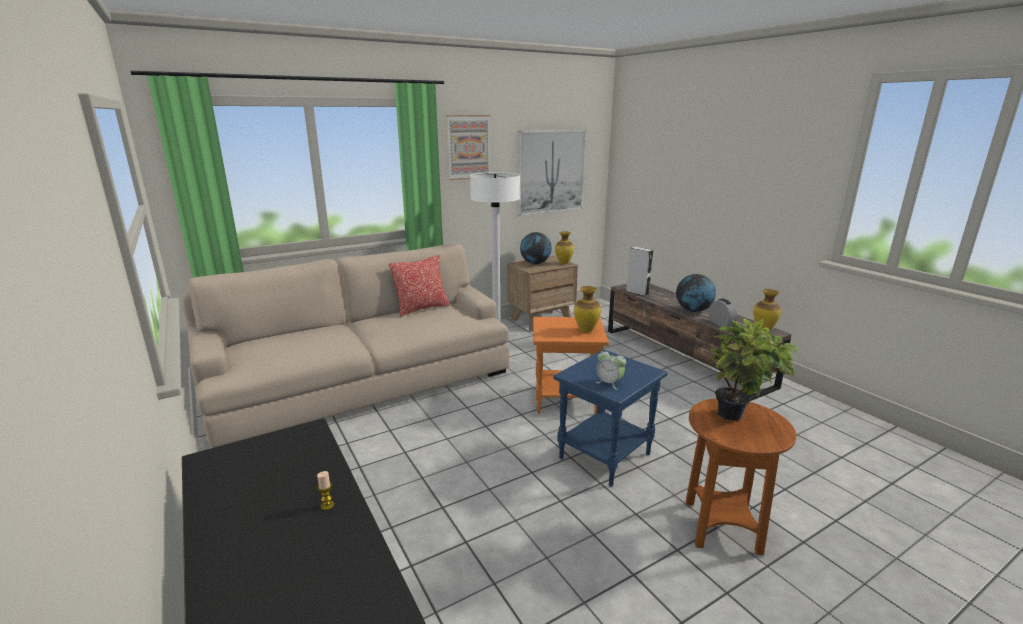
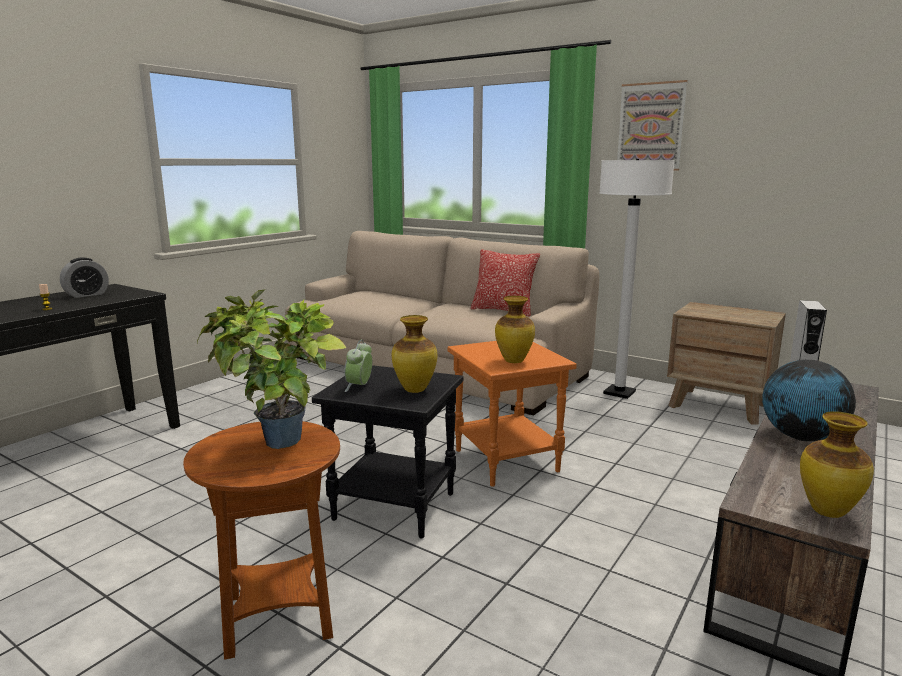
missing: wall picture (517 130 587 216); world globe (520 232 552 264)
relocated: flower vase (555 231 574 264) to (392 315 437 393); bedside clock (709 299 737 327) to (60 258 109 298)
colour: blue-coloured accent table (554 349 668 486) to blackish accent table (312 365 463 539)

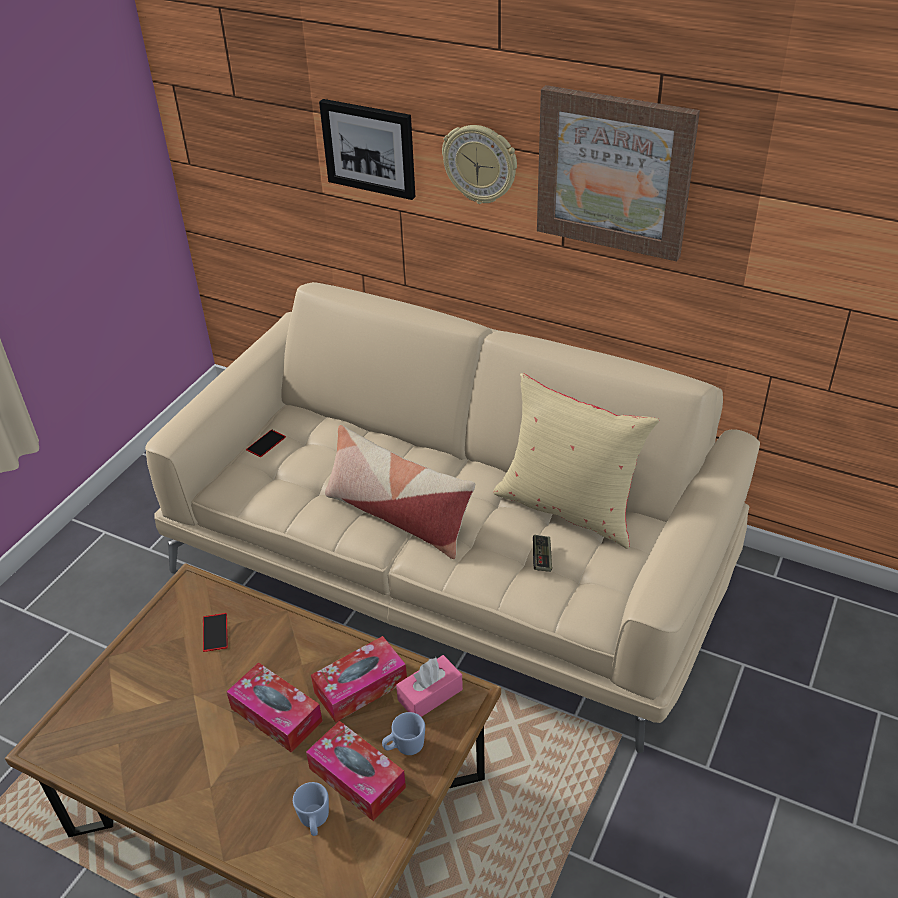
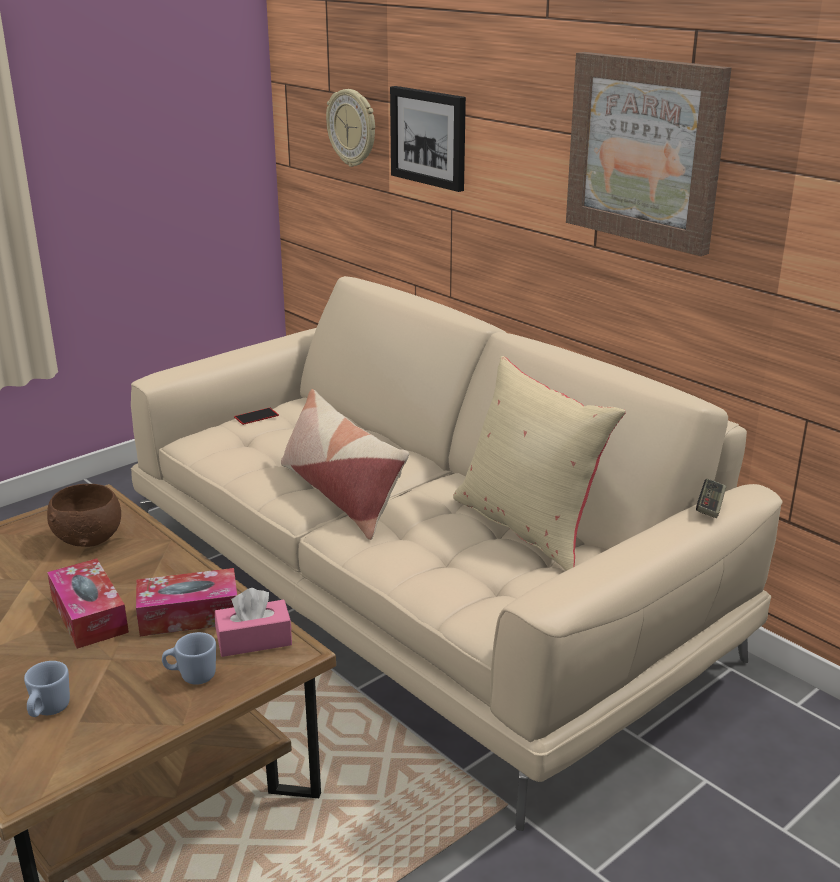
missing: box of tissues (306 721 406 821)
relocated: wall clock (442 125 517 204) to (326 89 375 167); joypad (533 535 552 572) to (696 479 726 518)
exchanged: phone (203 613 228 652) to brown bowl (47 484 121 547)

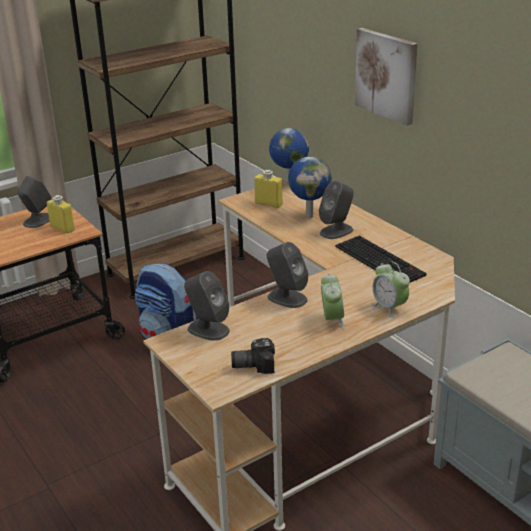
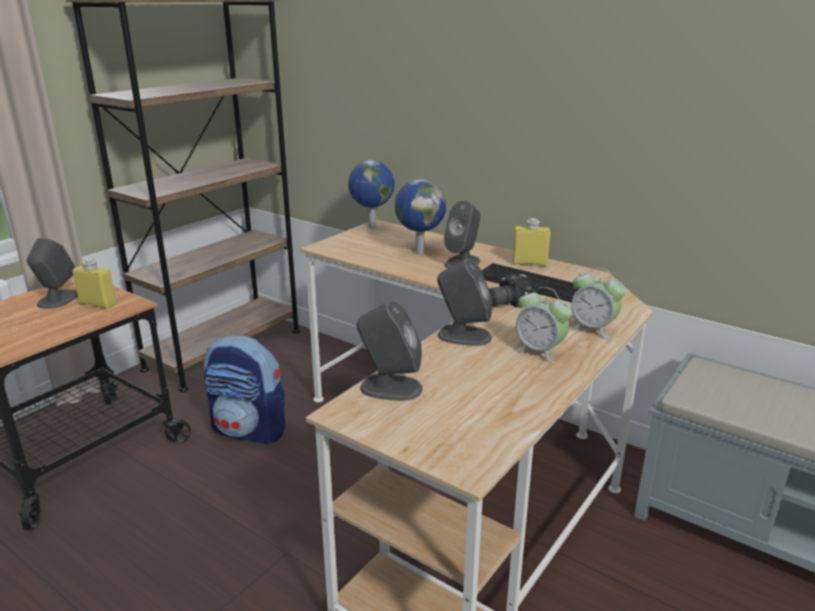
missing: wall picture (355 28 418 126)
relocated: photo camera (231 338 275 374) to (489 274 535 308); yellowish beverage bottle (254 170 283 208) to (513 218 550 267)
spun: bedside clock (321 273 345 330) = (513 287 572 364) 150 degrees clockwise

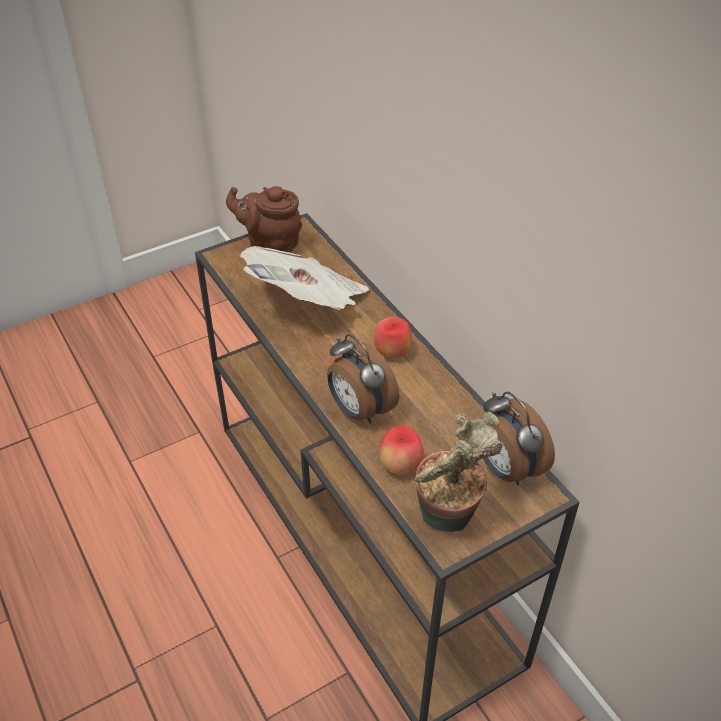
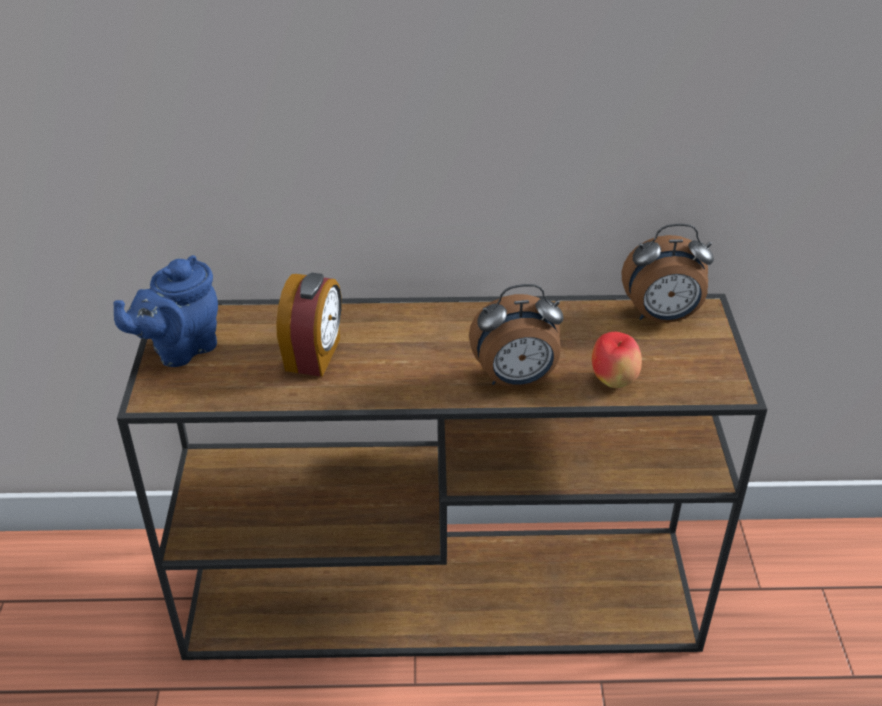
missing: apple (374 317 412 358); houseplant (414 412 502 532)
exchanged: printed paper (240 246 369 310) to bedside clock (276 273 342 377)
colour: brown pot for tea (226 186 302 253) to blue-coloured pot for tea (113 255 218 367)

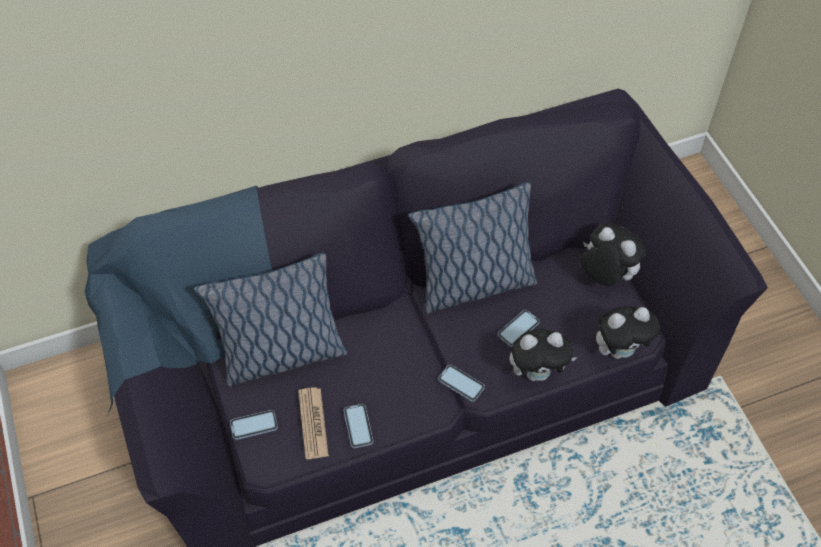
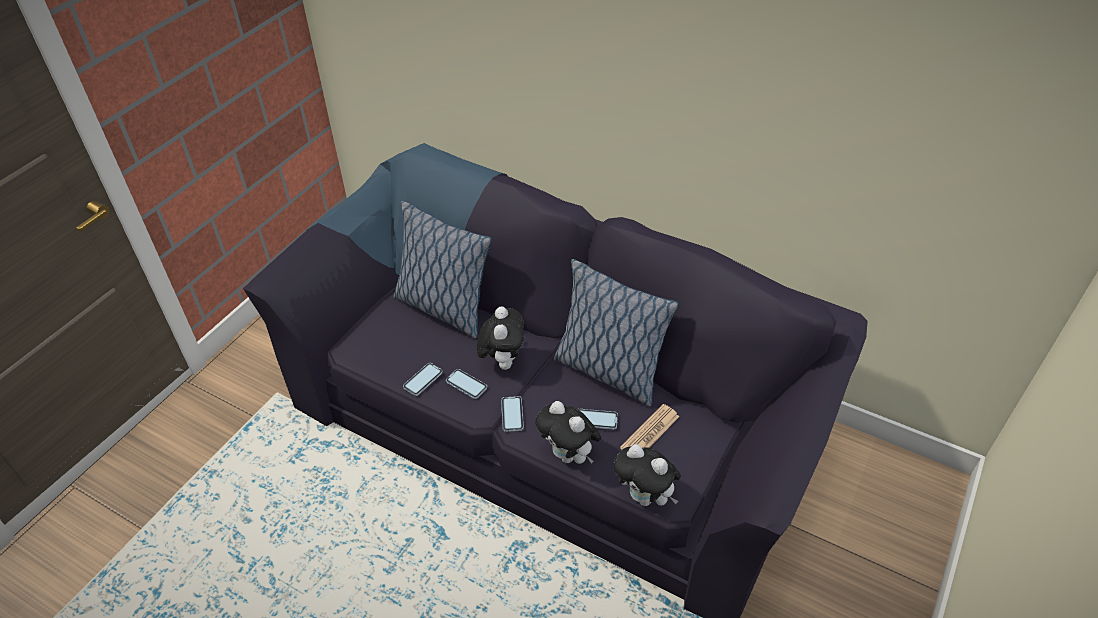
relocated: phone (230 410 278 440) to (446 369 487 399); printed paper (298 387 329 459) to (620 404 680 450); soft toy (580 223 647 286) to (477 306 524 370)

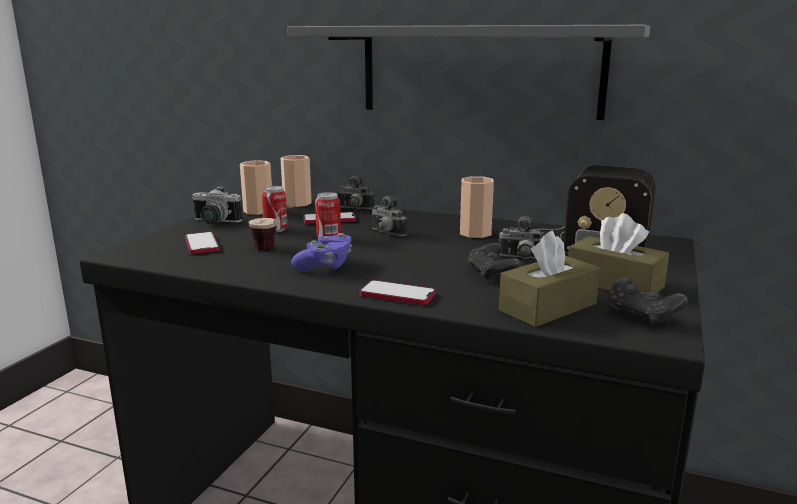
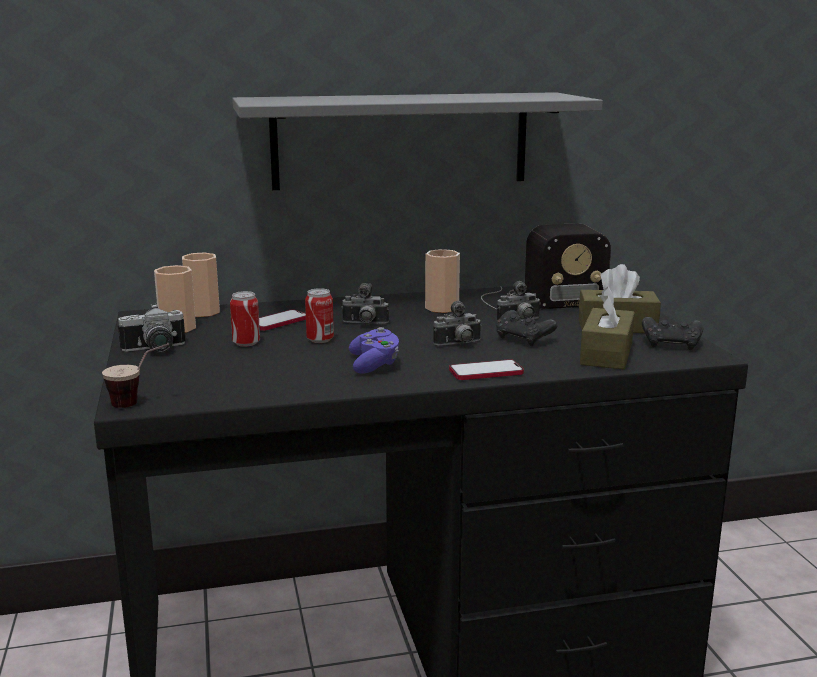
missing: phone (185 232 220 254)
relocated: cup (249 206 295 250) to (102 343 169 408); photo camera (337 175 374 210) to (433 301 482 346)

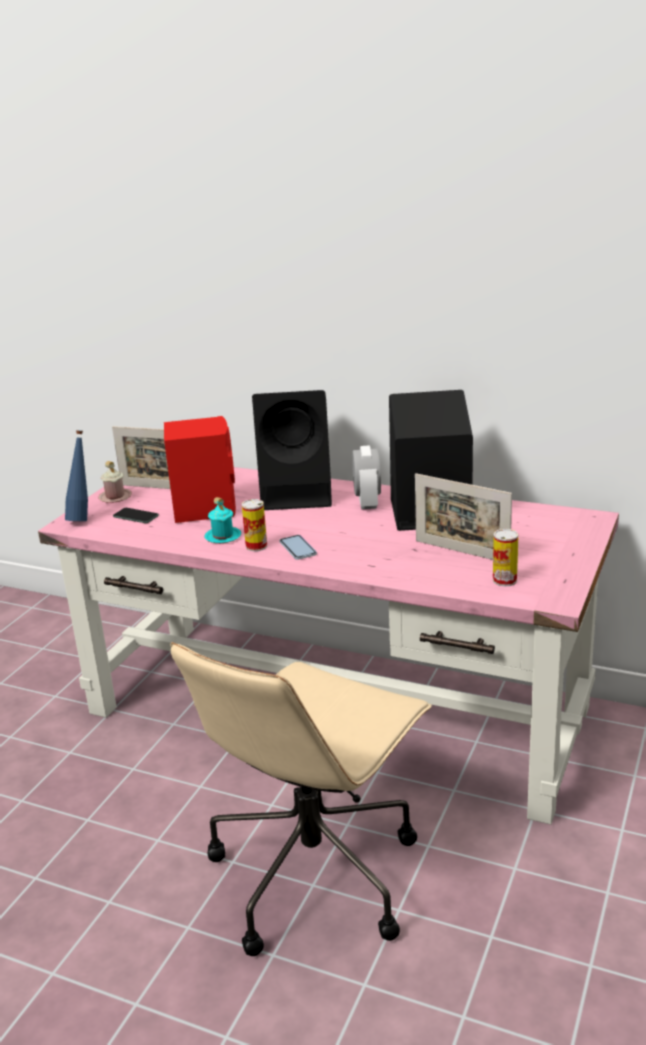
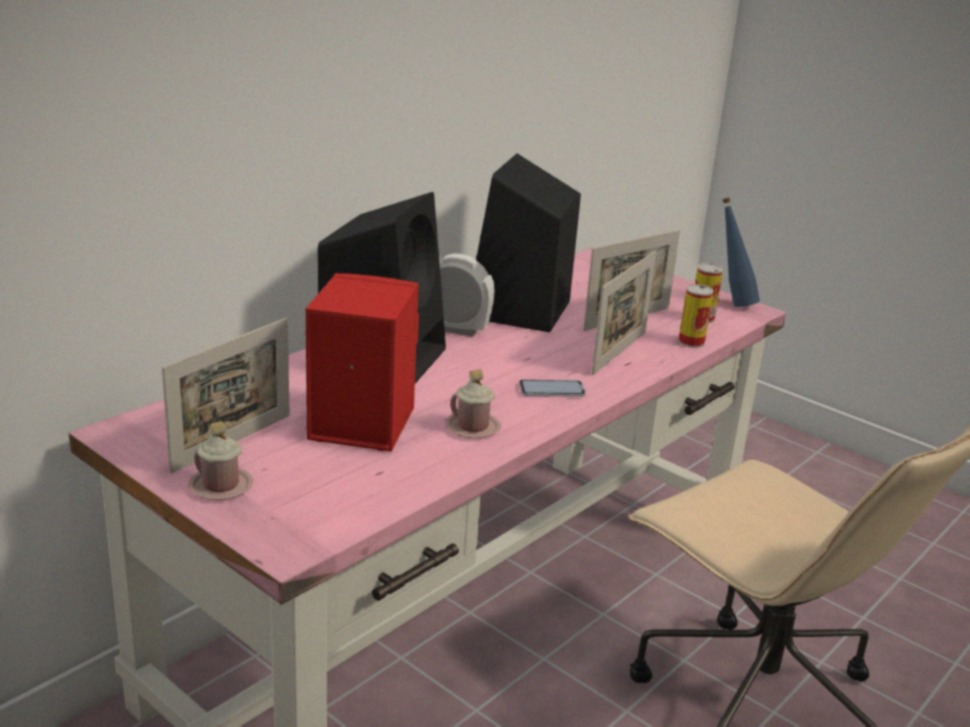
missing: phone (113 508 159 523)
appeared: picture frame (592 251 657 375)
relocated: blue-coloured beverage bottle (65 430 88 521) to (722 197 760 307); sealed can (242 499 267 551) to (678 284 714 348)
colour: blue-green coffee mug (204 497 241 543) to pinkish coffee mug (445 369 501 438)

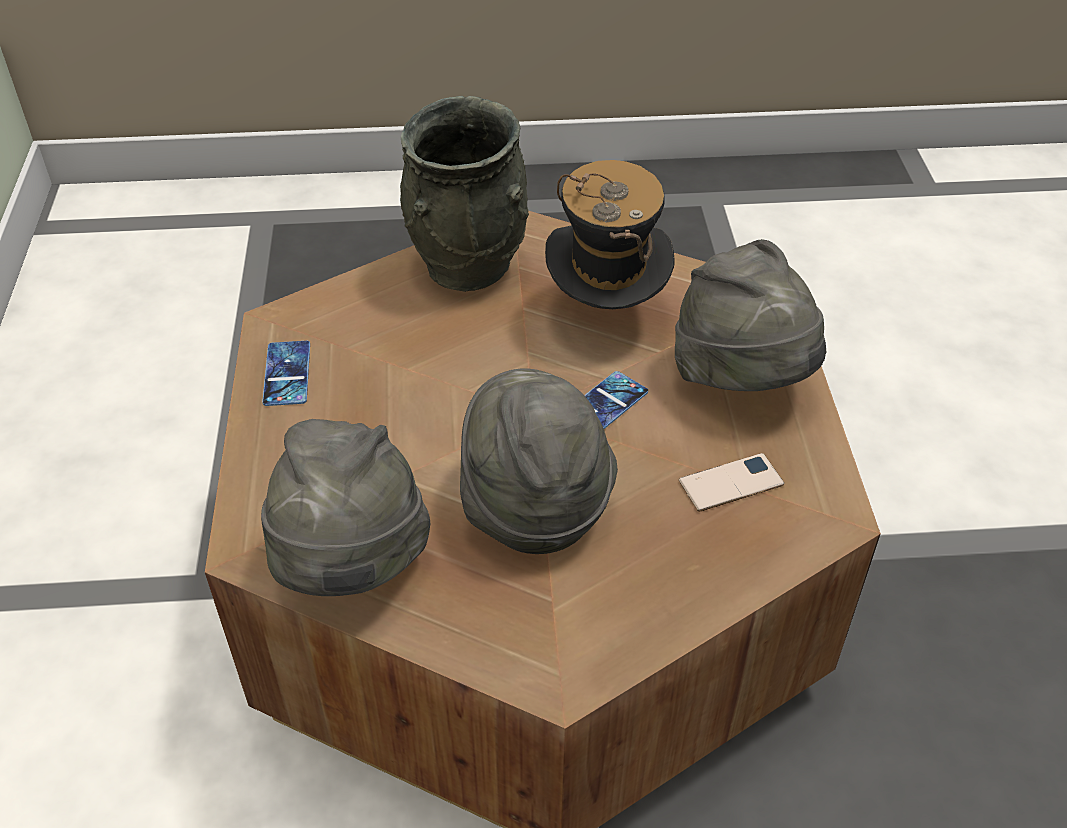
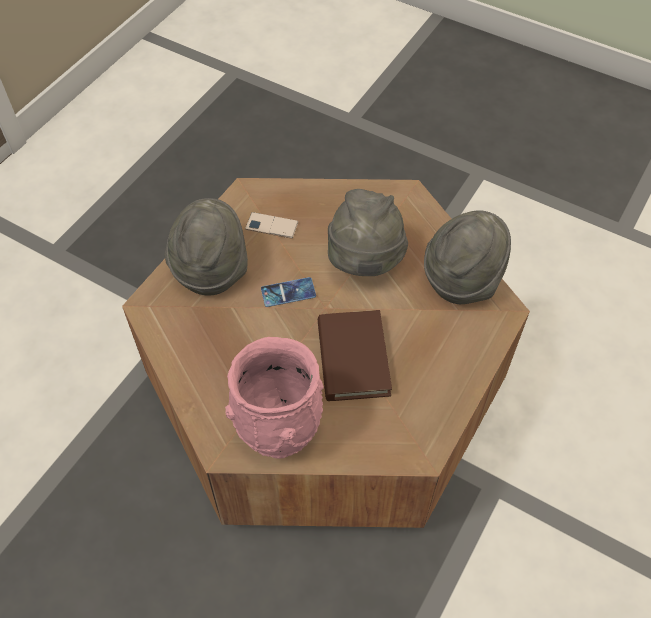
missing: phone (262 341 310 406); hat (545 160 675 309)
appeared: brown book (318 310 392 401)
colour: gray flower vase (400 96 529 292) to pinkish flower vase (225 337 324 459)

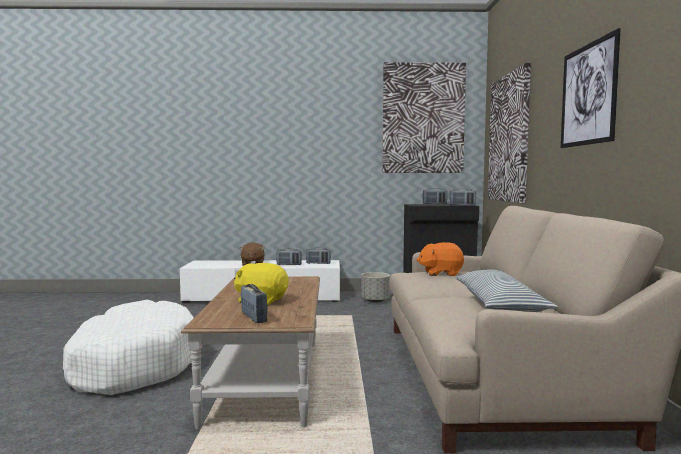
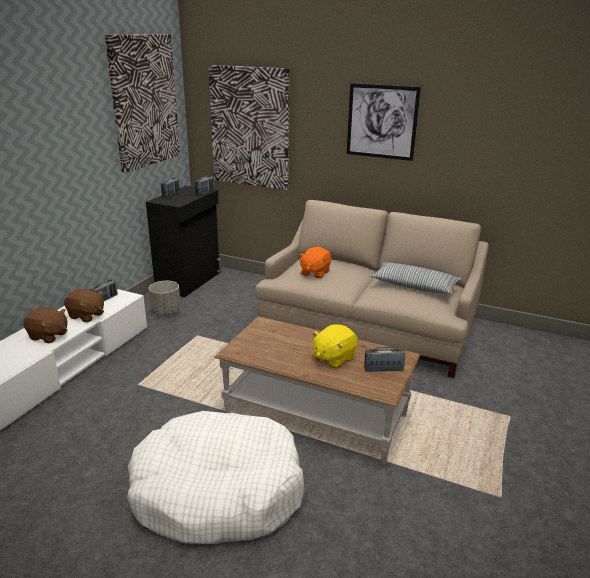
exchanged: radio (276 249 302 265) to brown soft toy (64 289 104 322)

